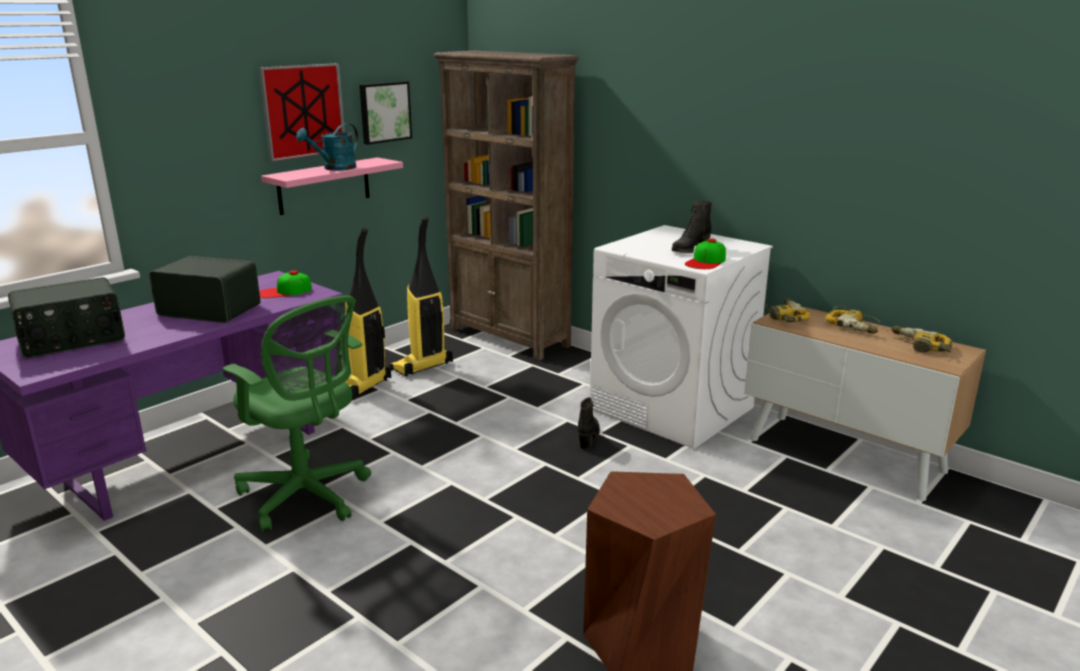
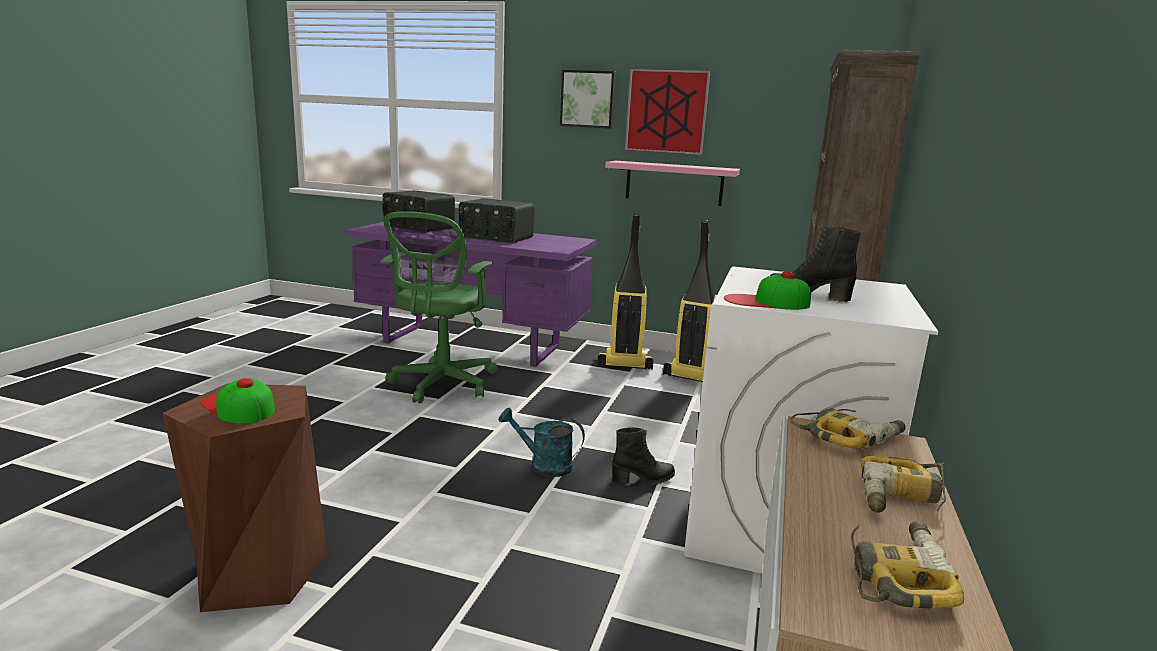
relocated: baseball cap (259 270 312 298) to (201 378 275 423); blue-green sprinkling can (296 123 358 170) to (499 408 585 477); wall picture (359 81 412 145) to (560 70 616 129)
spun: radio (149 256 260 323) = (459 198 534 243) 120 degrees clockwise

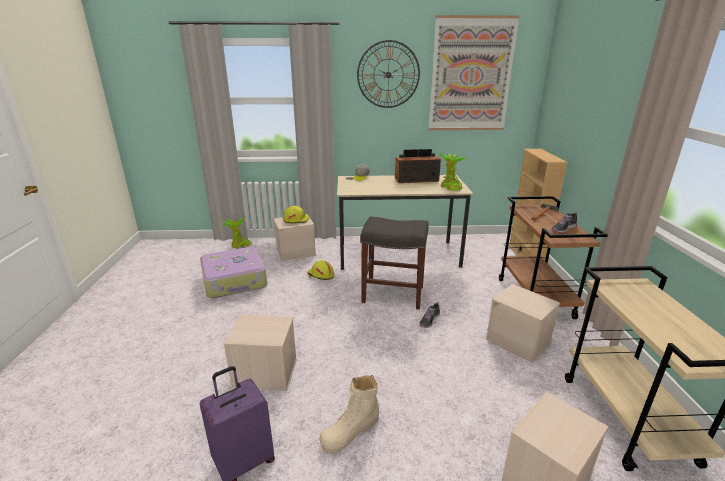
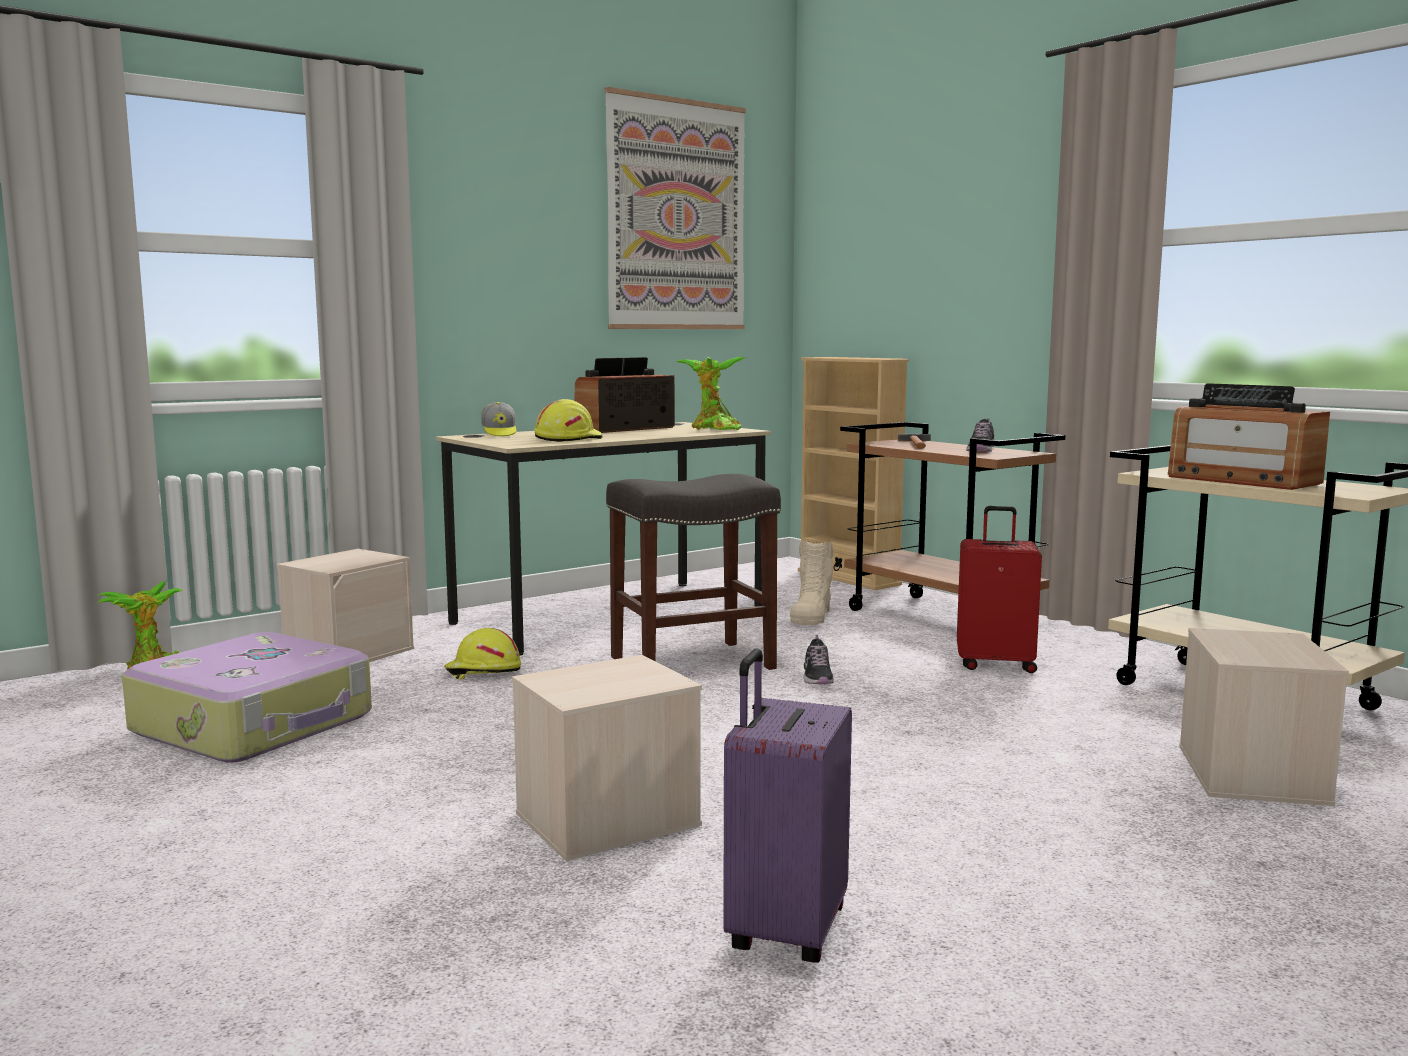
missing: wall clock (357 40 420 108)
appeared: radio (1168 383 1330 490)
relocated: yellowish work helmet (283 206 309 223) to (534 399 603 442); sand-coloured high-top boot (319 375 379 454) to (790 540 833 625)
exchanged: sand-coloured storage bin (486 284 560 363) to red suitcase (957 506 1042 673)

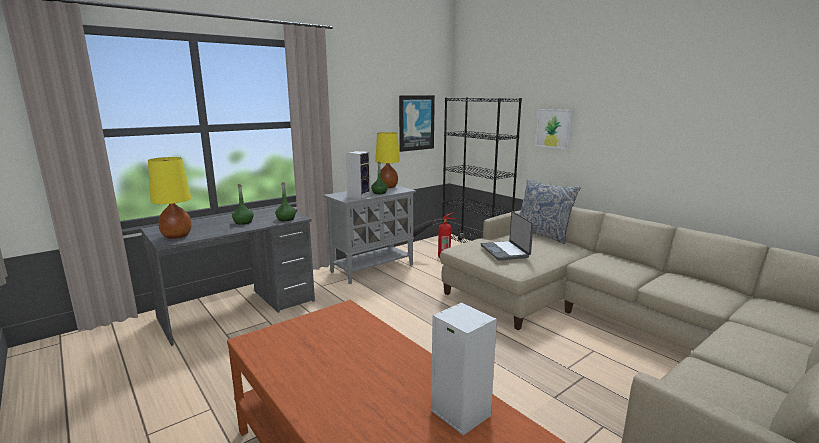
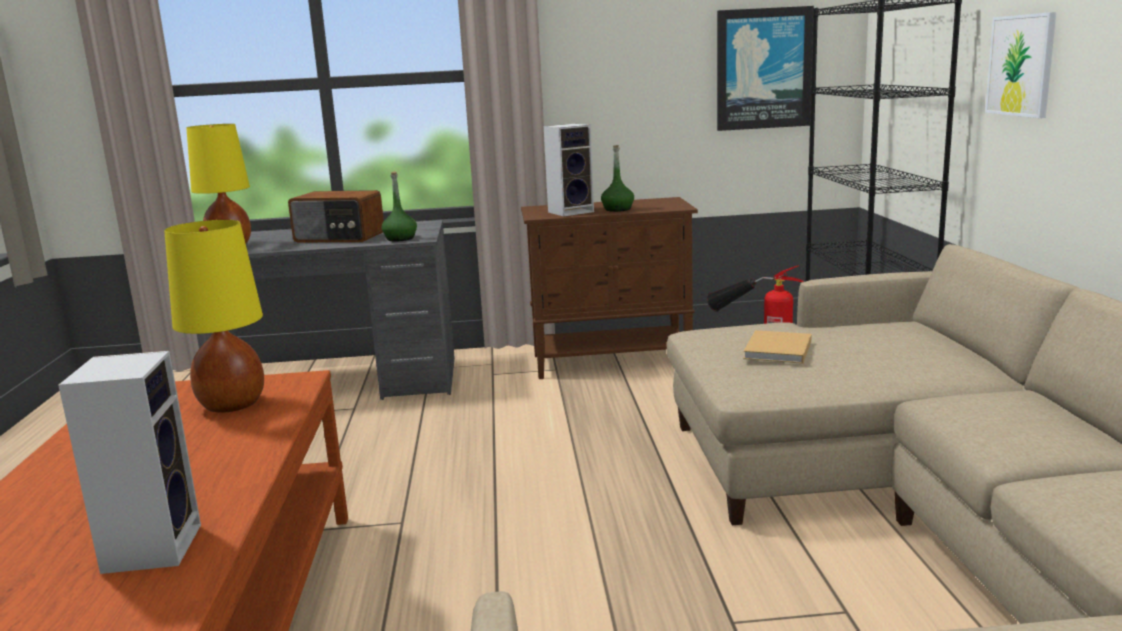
missing: throw pillow (519 179 581 244)
relocated: yellowish tabletop lamp (375 132 400 188) to (164 220 264 413)
exchanged: green-coloured beverage bottle (232 184 254 225) to radio (288 190 384 242); notebook computer (481 211 534 261) to sand-coloured book (743 330 812 364)
colour: gray storage cabinet (323 185 416 284) to brown storage cabinet (521 197 698 379)

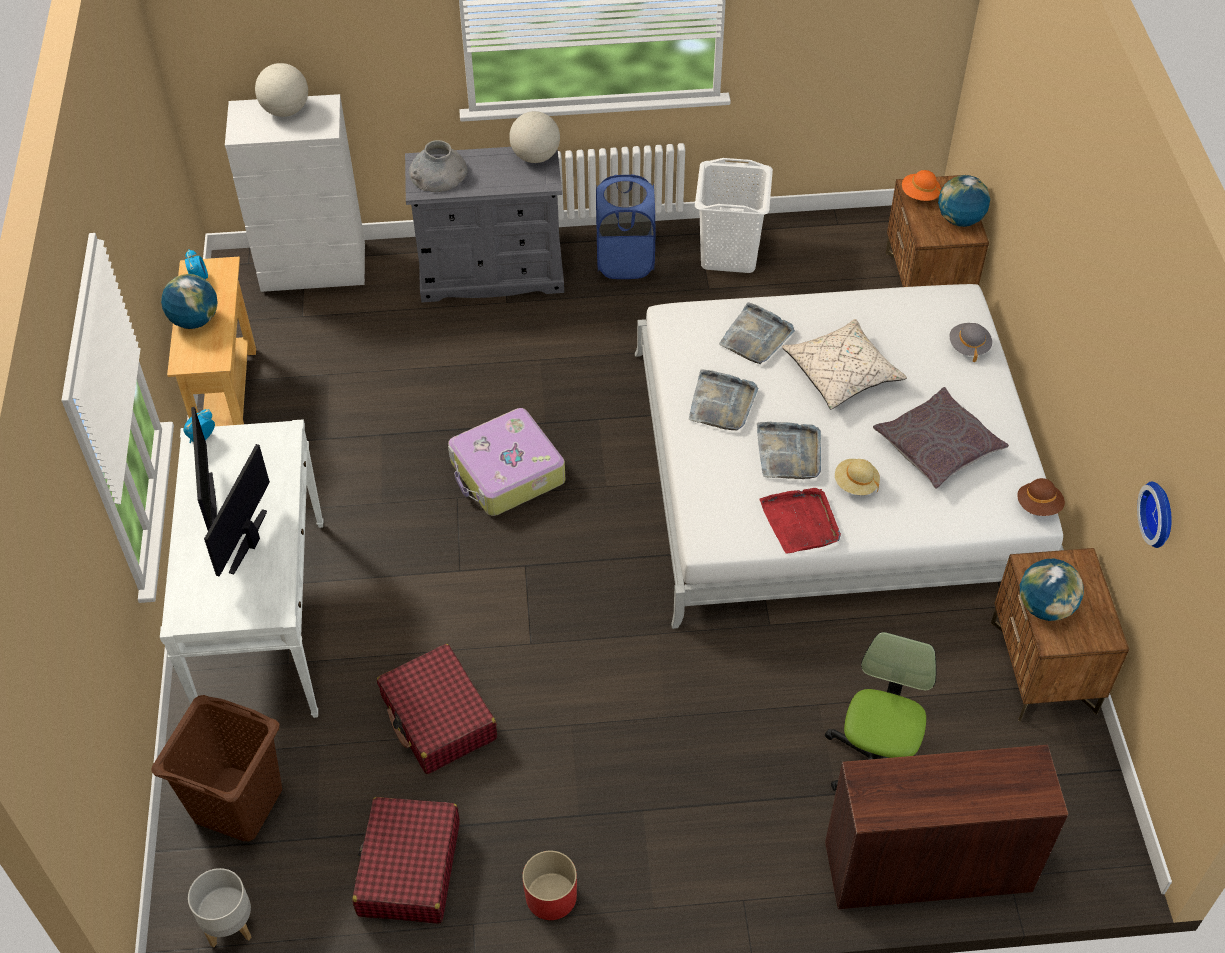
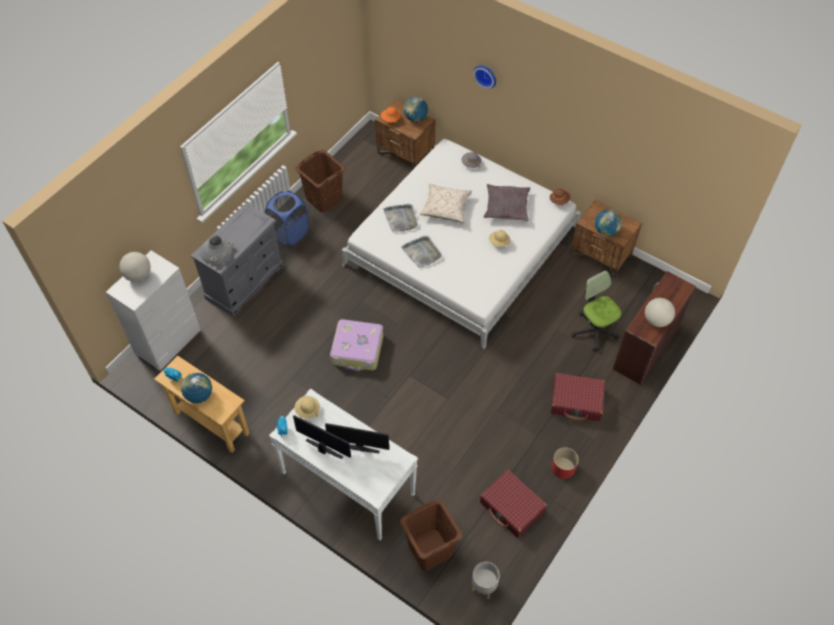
missing: gray carrying tray (757 422 821 479); red carrying tray (759 488 841 554)
appeared: sand-coloured hat (294 396 320 419)
relocated: red suitcase (377 644 497 774) to (551 373 605 421); world globe (509 111 560 163) to (645 298 675 327); wall clock (1137 481 1172 548) to (473 65 496 89)
colour: white hamper (695 158 773 273) to brown hamper (295 150 346 212)
spun: monitor (204 444 270 577) = (325 423 389 453) 45 degrees counterclockwise

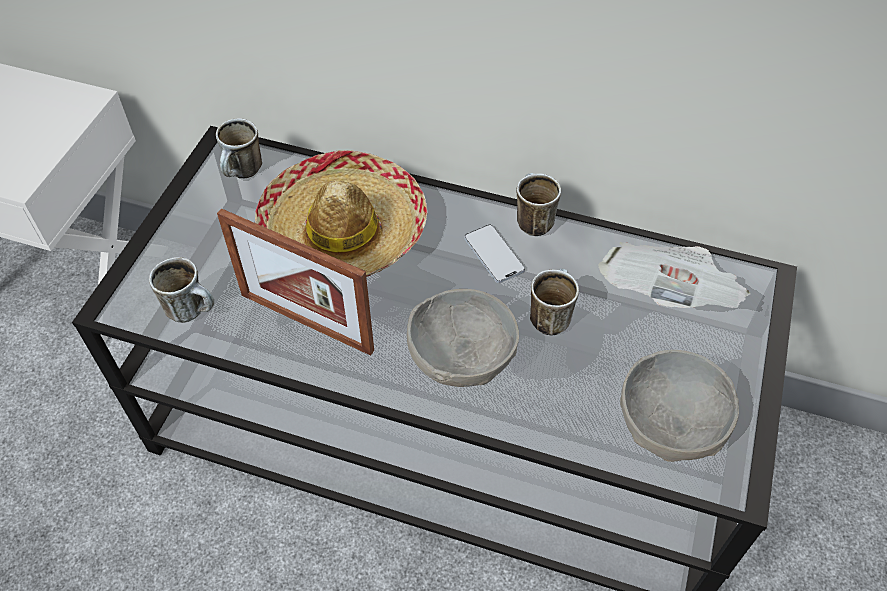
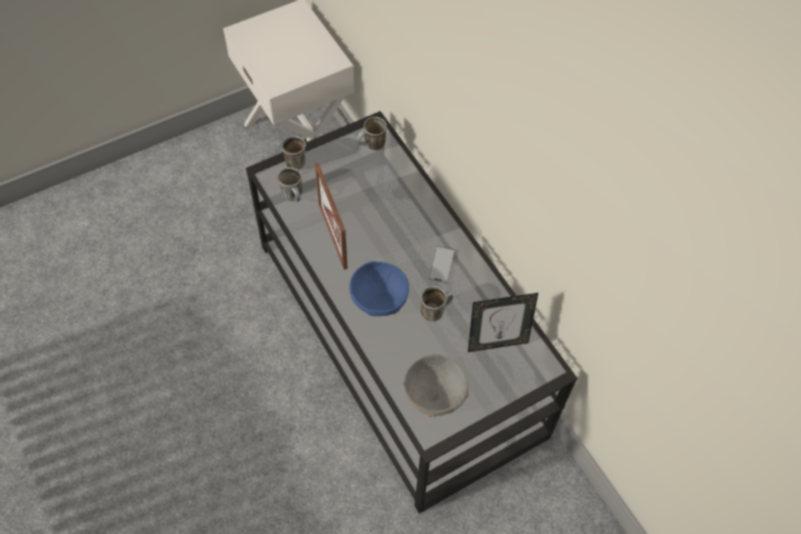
missing: hat (255 150 428 277)
relocated: coffee mug (516 173 561 236) to (282 136 307 169)
exchanged: printed paper (598 242 750 308) to picture frame (468 293 538 352)
colour: gray bowl (407 289 519 387) to blue-coloured bowl (349 261 409 316)

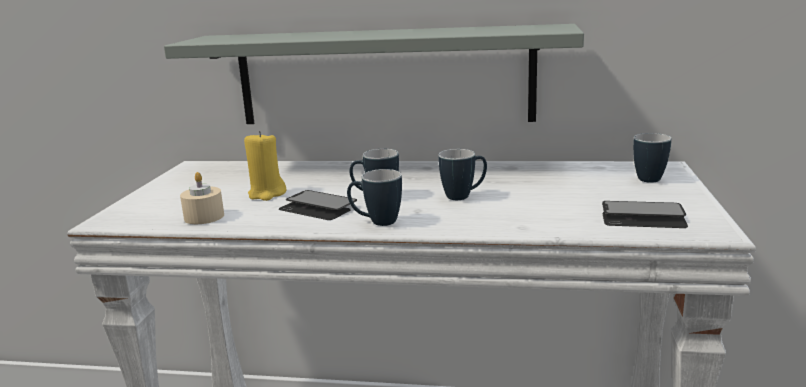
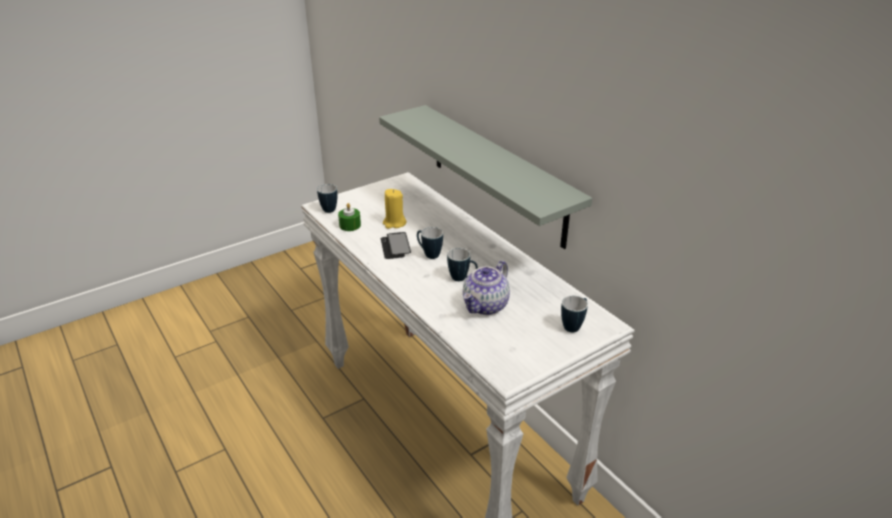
missing: phone (602 201 688 228)
appeared: pot for tea (463 261 510 315)
relocated: coffee mug (347 169 402 226) to (317 184 338 213)
colour: sand-coloured wax light (180 172 224 224) to green-coloured wax light (338 203 361 231)

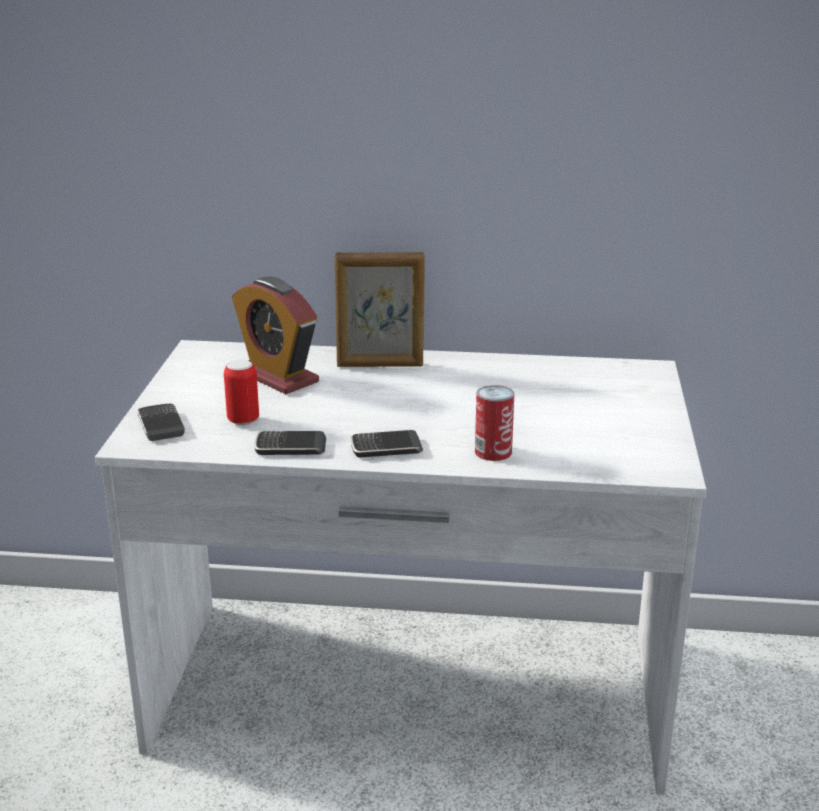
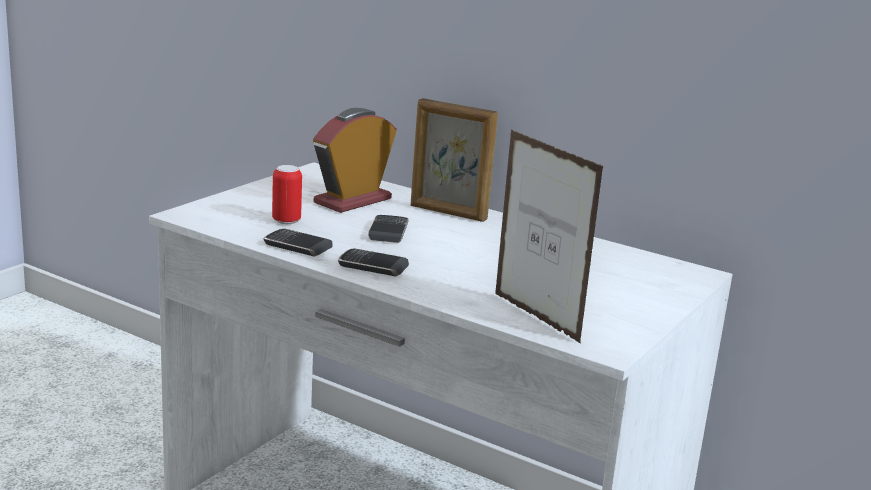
missing: sealed can (475 385 515 461)
appeared: picture frame (495 130 604 344)
relocated: phone (137 404 185 441) to (368 215 409 243)
spun: bedside clock (232 276 319 394) = (313 108 397 213) 60 degrees clockwise

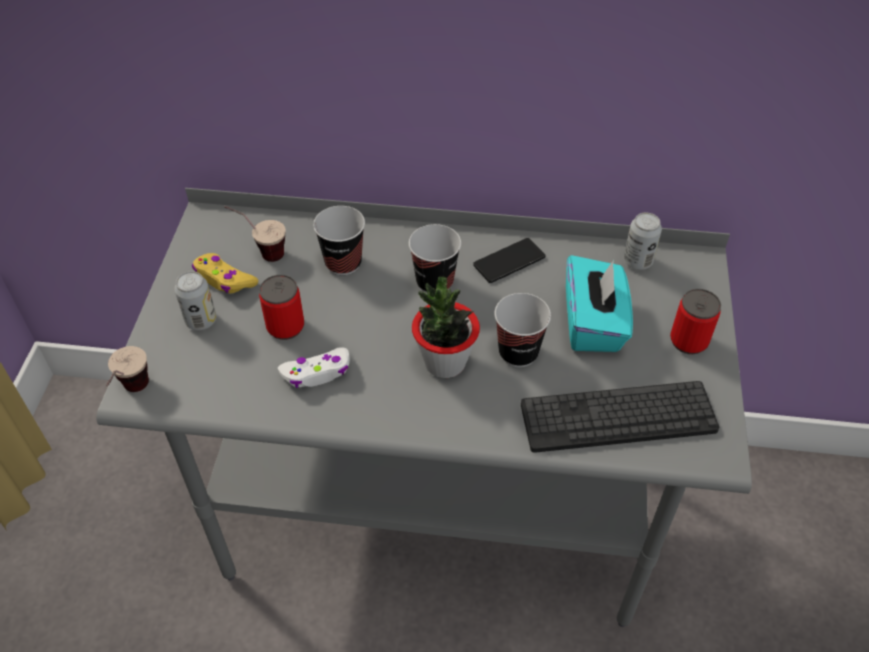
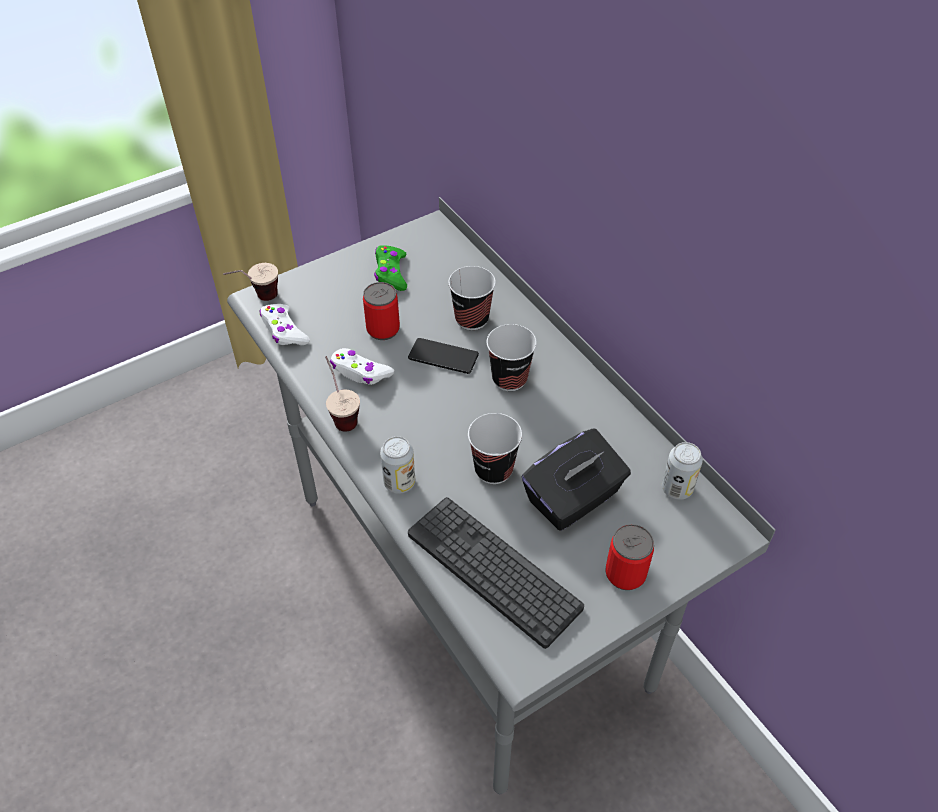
missing: houseplant (412 277 480 378)
appeared: white joypad (260 304 310 345)
relocated: sealed can (174 271 216 330) to (380 436 415 494); cup (224 206 286 262) to (325 356 360 432); phone (473 238 546 283) to (408 338 479 374)
colour: yellowish joypad (192 253 258 293) to green-coloured joypad (374 245 407 291); blue-green box of tissues (566 255 633 352) to blackish box of tissues (522 428 631 531)

